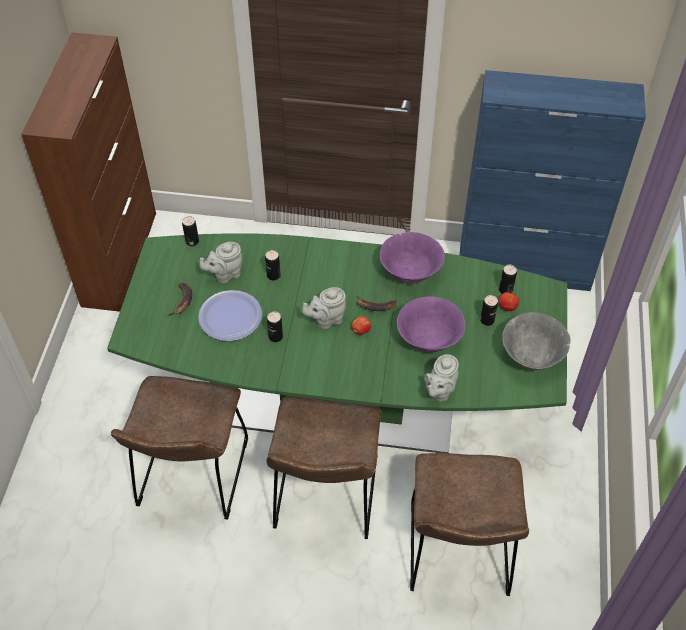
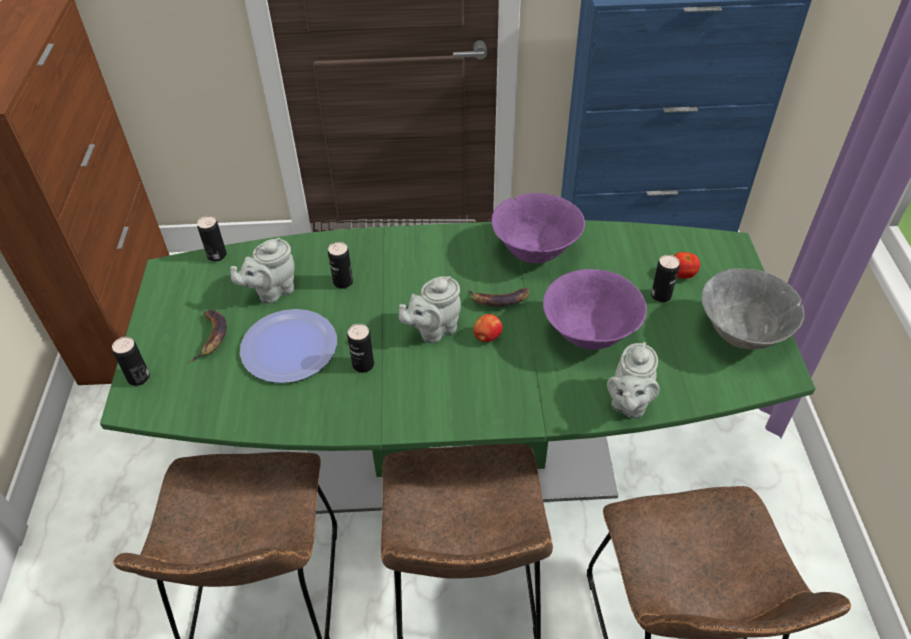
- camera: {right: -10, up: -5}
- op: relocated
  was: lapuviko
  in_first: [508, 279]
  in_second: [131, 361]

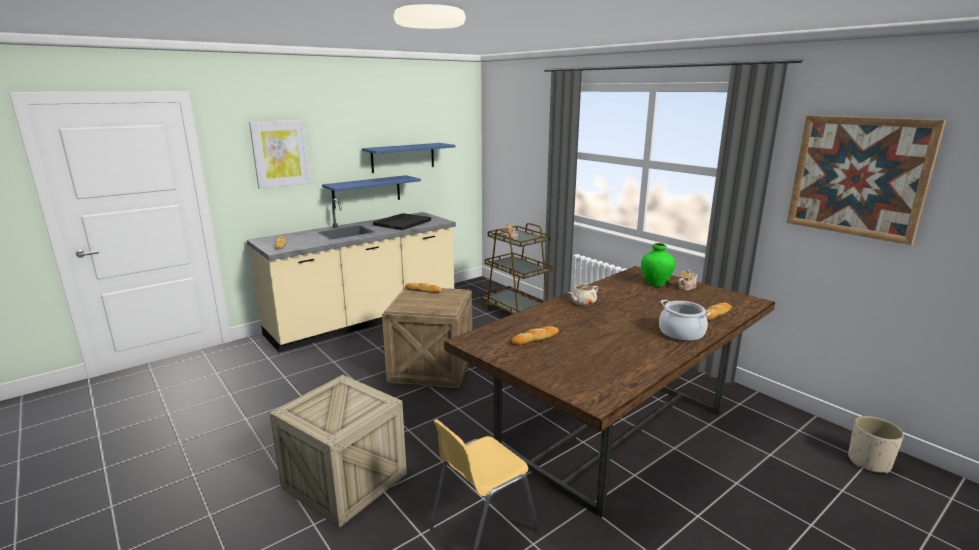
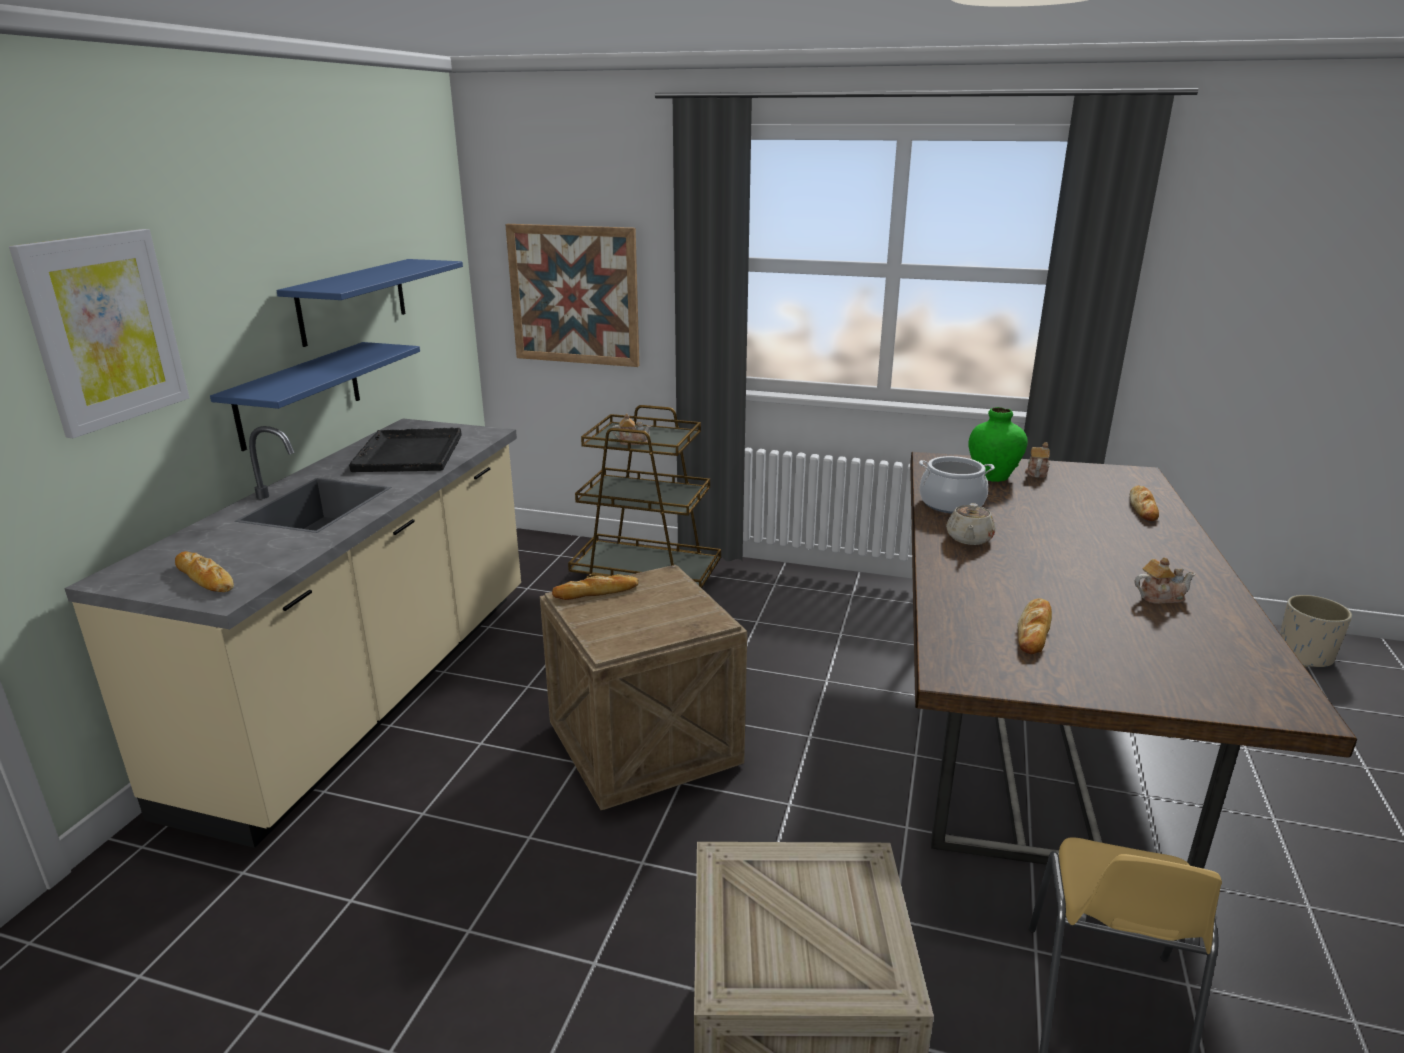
- camera: {right: -35, up: 5}
- op: appeared
  now: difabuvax
  in_second: [1165, 580]
- op: relocated
  was: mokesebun
  in_first: [685, 321]
  in_second: [957, 485]
- op: relocated
  was: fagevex
  in_first: [866, 180]
  in_second: [572, 295]

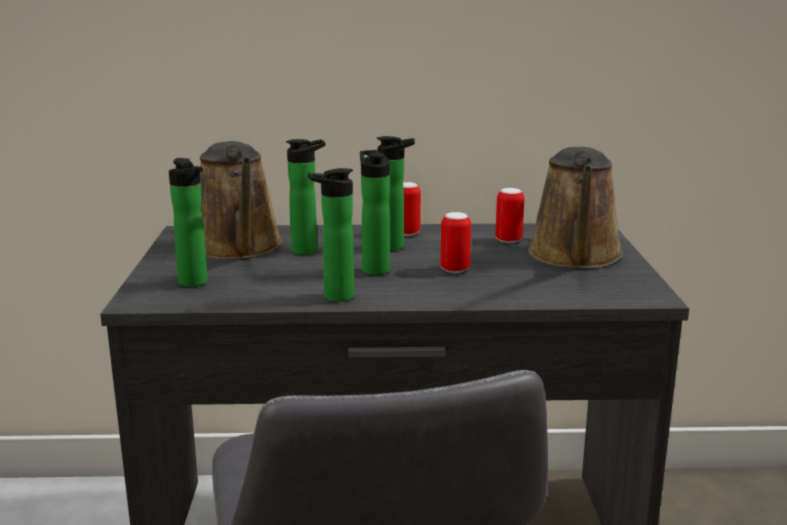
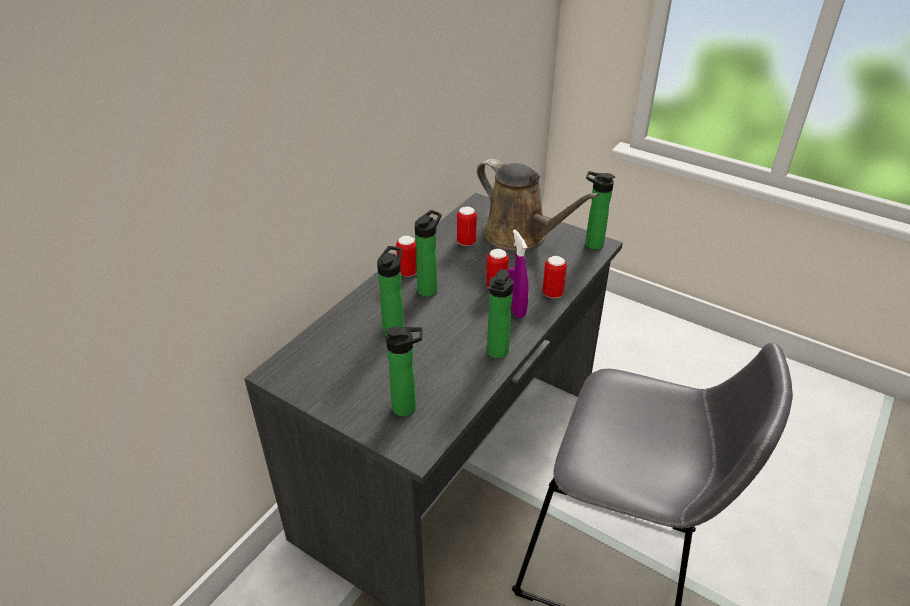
- camera: {right: -55, up: 20}
- op: missing
  was: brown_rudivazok
  in_first: [241, 200]
- op: appeared
  now: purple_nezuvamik
  in_second: [518, 273]
- op: appeared
  now: lapuviko
  in_second: [555, 277]
- op: relocated
  was: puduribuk
  in_first: [375, 212]
  in_second: [600, 210]

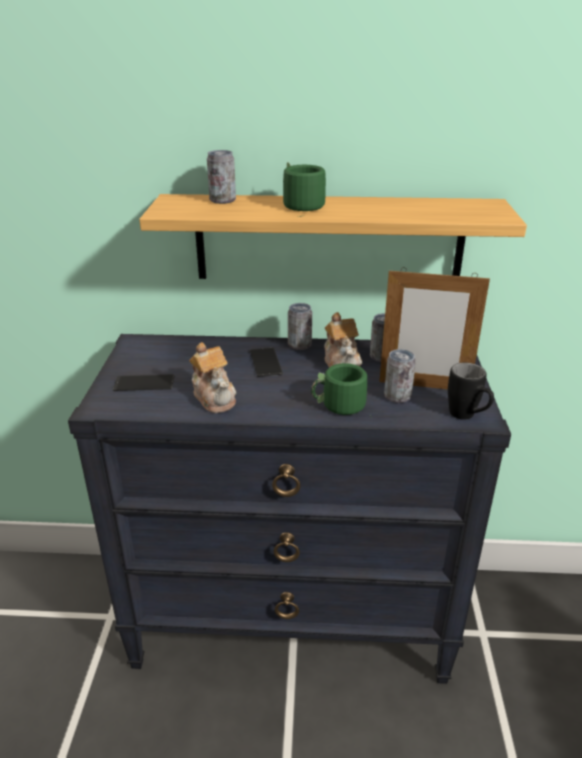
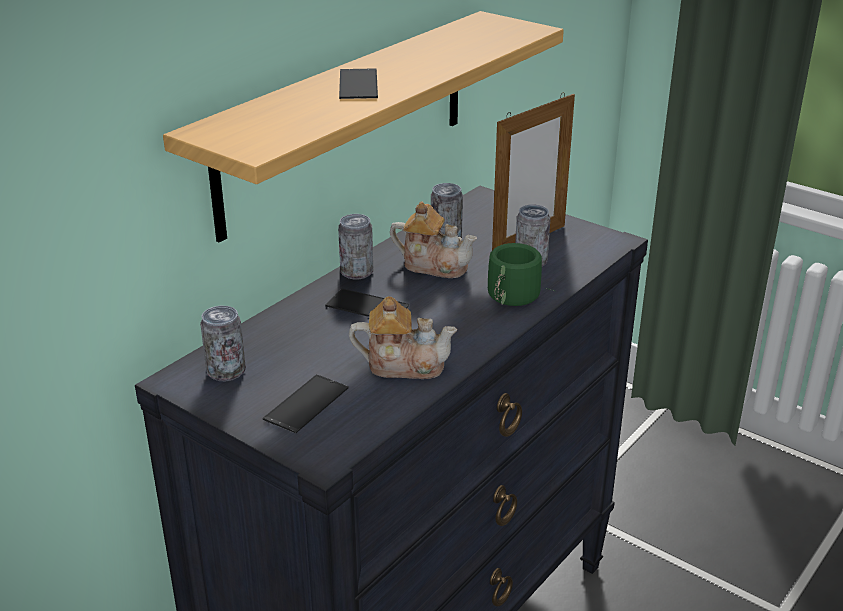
- camera: {right: -55, up: 0}
- op: missing
  was: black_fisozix
  in_first: [471, 391]
- op: relocated
  was: lapuviko
  in_first: [221, 177]
  in_second: [223, 343]
- op: exchanged
  was: green_fisozix
  now: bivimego
  in_first: [304, 189]
  in_second: [358, 83]

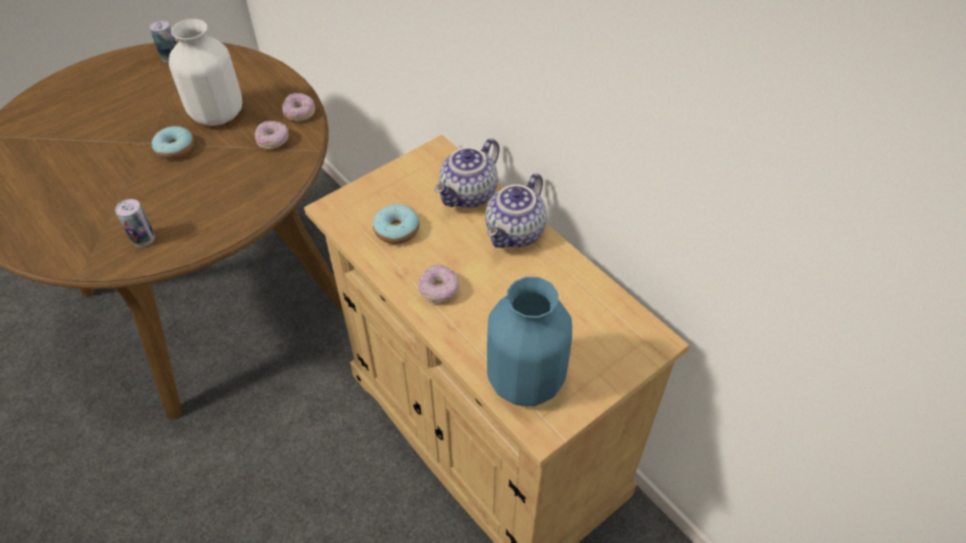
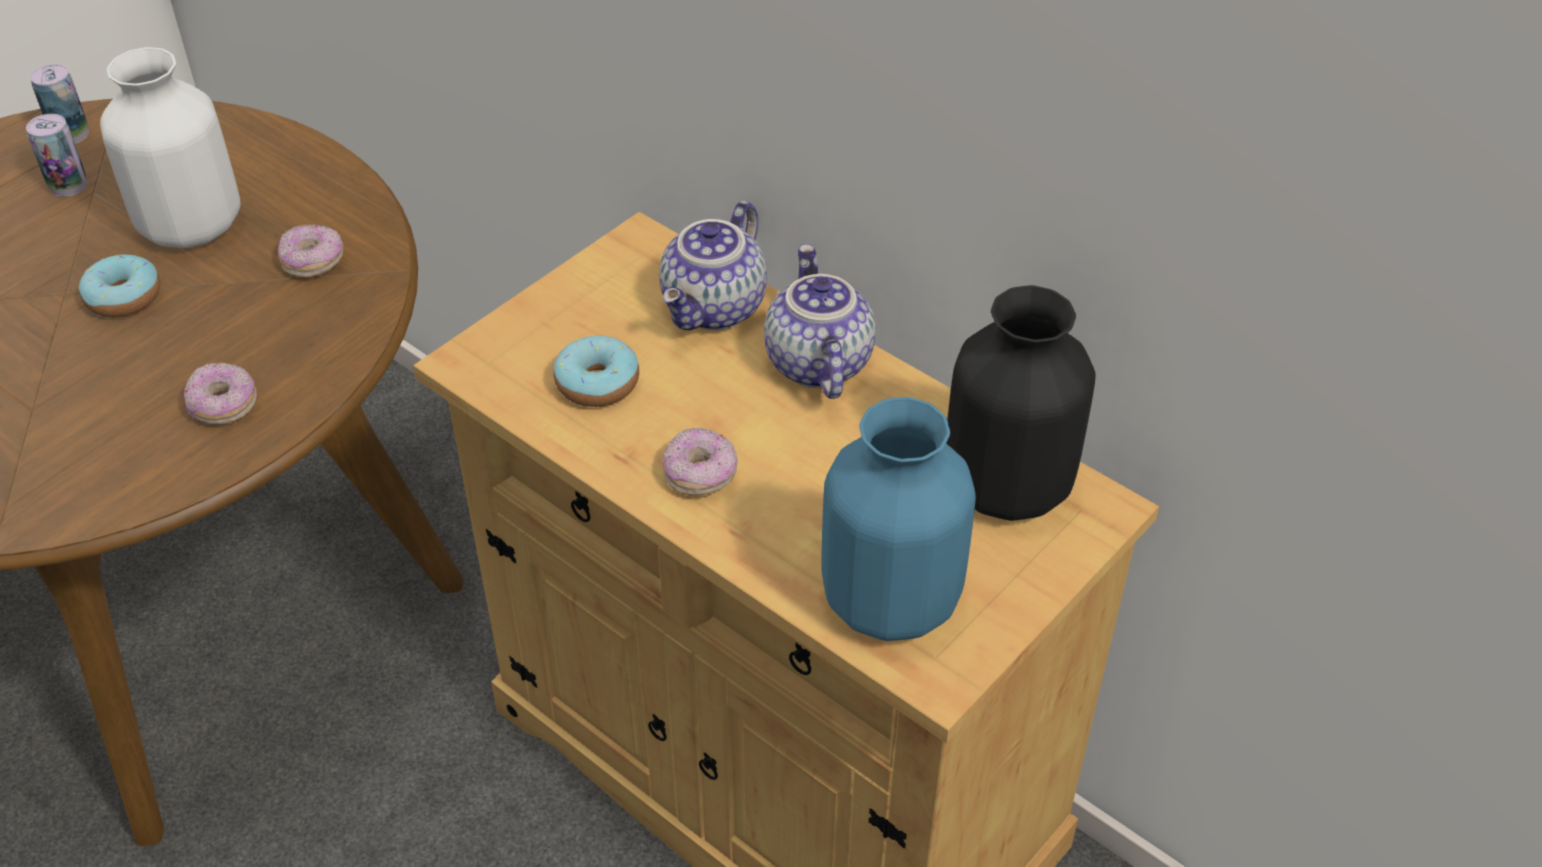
- camera: {right: -10, up: -5}
- op: appeared
  now: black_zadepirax
  in_second: [1020, 403]
- op: relocated
  was: lapuviko
  in_first: [135, 223]
  in_second: [56, 155]
- op: relocated
  was: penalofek
  in_first: [298, 107]
  in_second: [220, 393]
- op: spun
  was: difabuvax
  in_first: [516, 210]
  in_second: [820, 321]
  clockwise: 150

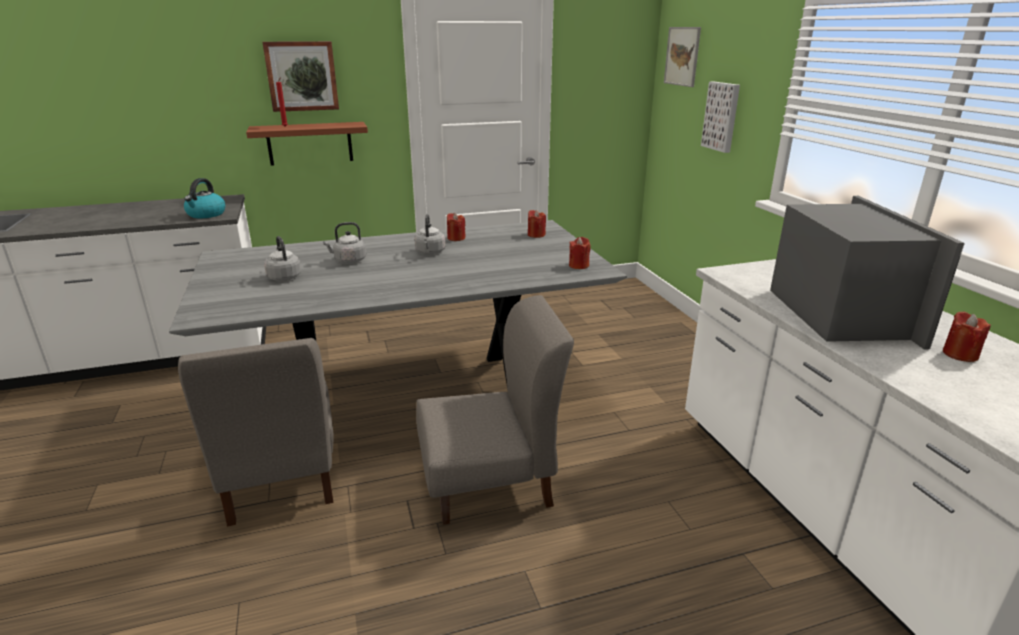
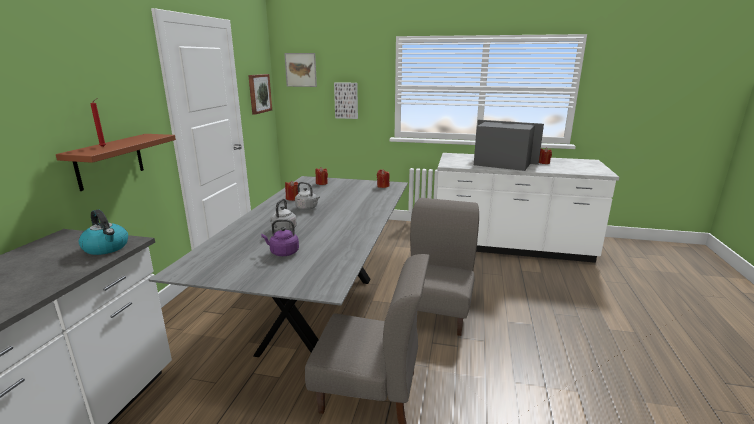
- camera: {right: -60, up: -5}
- op: relocated
  was: fagevex
  in_first: [300, 76]
  in_second: [260, 94]
- op: colour
  was: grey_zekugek
  now: purple_zekugek
  in_first: [282, 258]
  in_second: [280, 237]

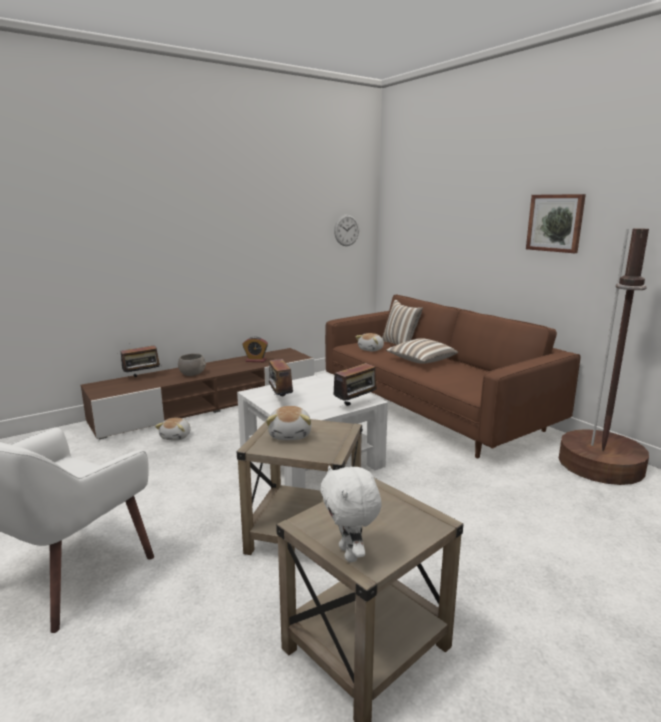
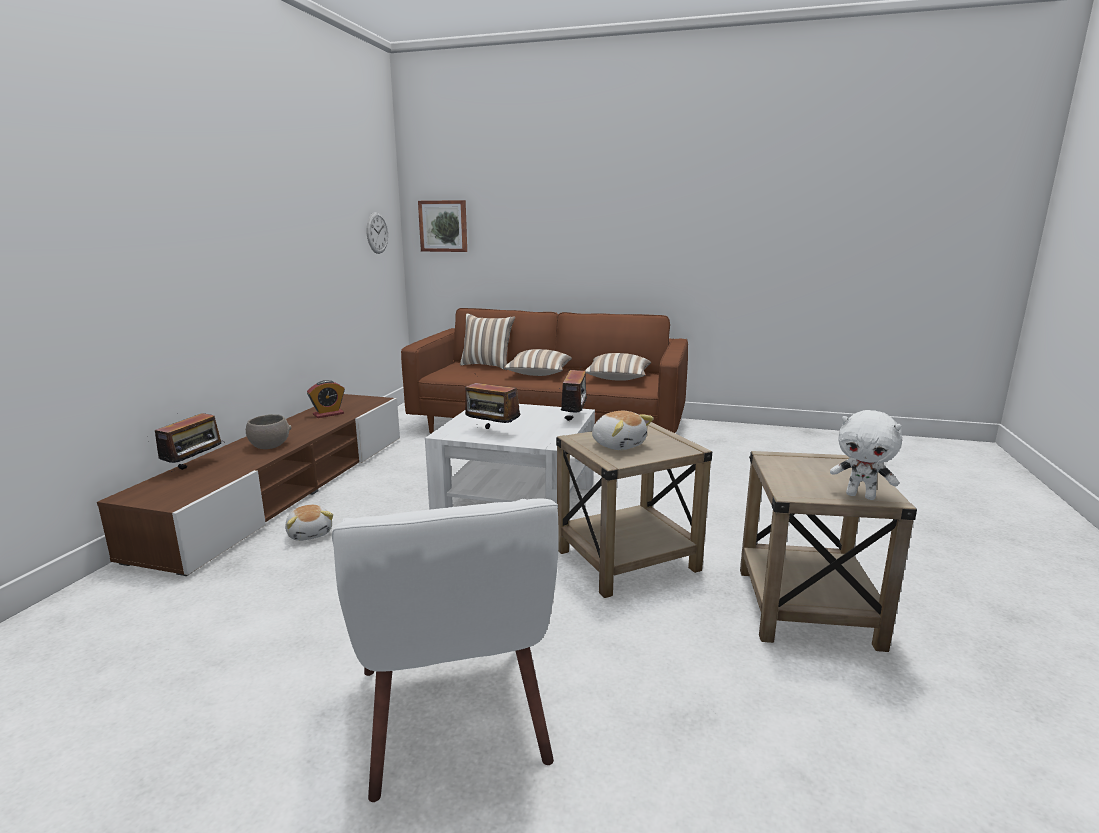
- camera: {right: -40, up: 0}
- op: missing
  was: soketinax
  in_first: [369, 342]
- op: missing
  was: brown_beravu
  in_first: [604, 356]
- op: appeared
  now: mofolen
  in_second: [618, 367]
- op: relocated
  was: fagevex
  in_first: [556, 223]
  in_second: [442, 226]

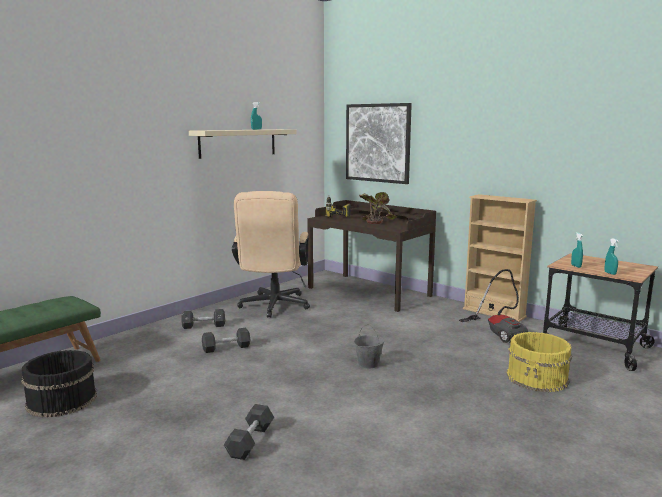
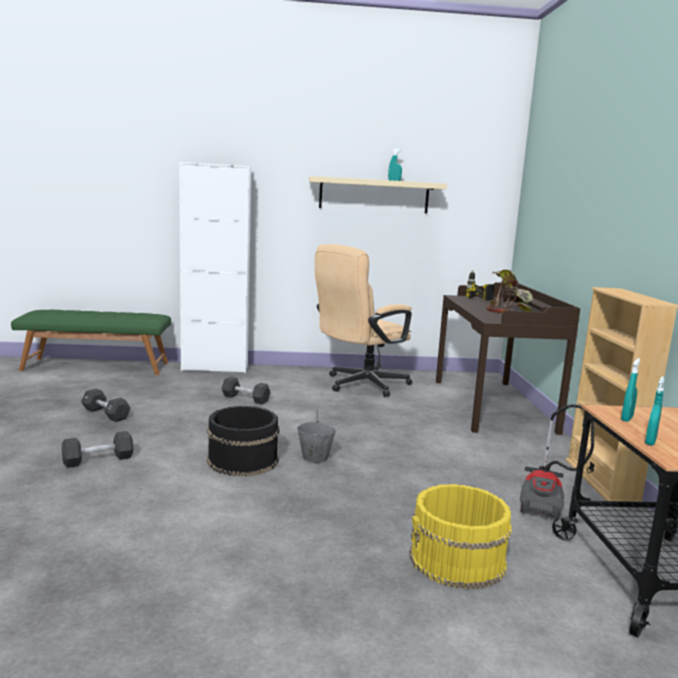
- camera: {right: 45, up: 0}
- op: missing
  was: fagevex
  in_first: [379, 143]
- op: appeared
  now: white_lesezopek
  in_second: [215, 267]
- op: relocated
  was: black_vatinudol
  in_first: [59, 384]
  in_second: [243, 441]
- op: relocated
  was: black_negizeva
  in_first: [203, 319]
  in_second: [105, 405]

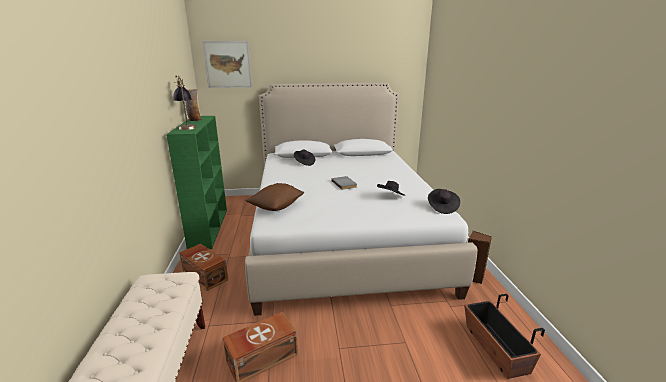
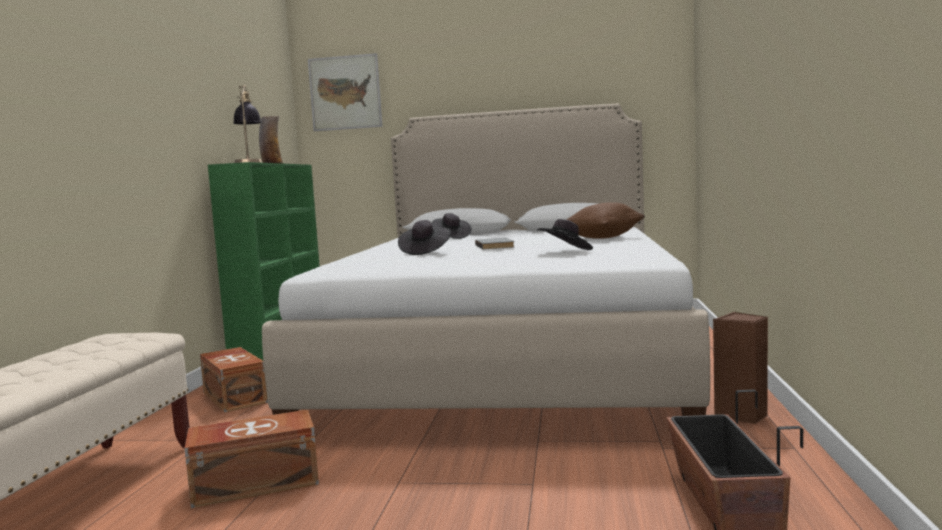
- camera: {right: 15, up: -15}
- op: relocated
  was: brown_mofolen
  in_first: [274, 197]
  in_second: [605, 221]
- op: relocated
  was: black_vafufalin
  in_first: [444, 201]
  in_second: [424, 237]

